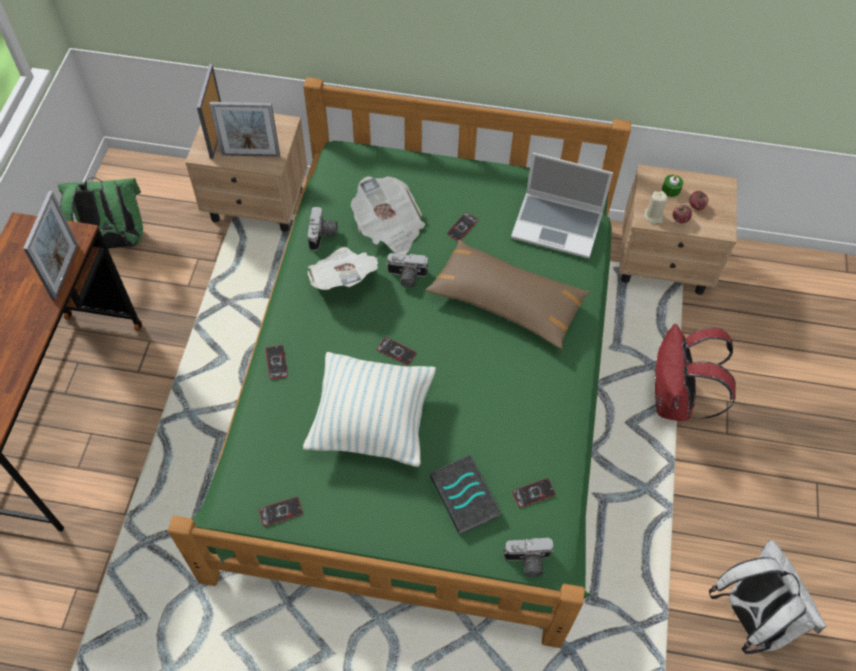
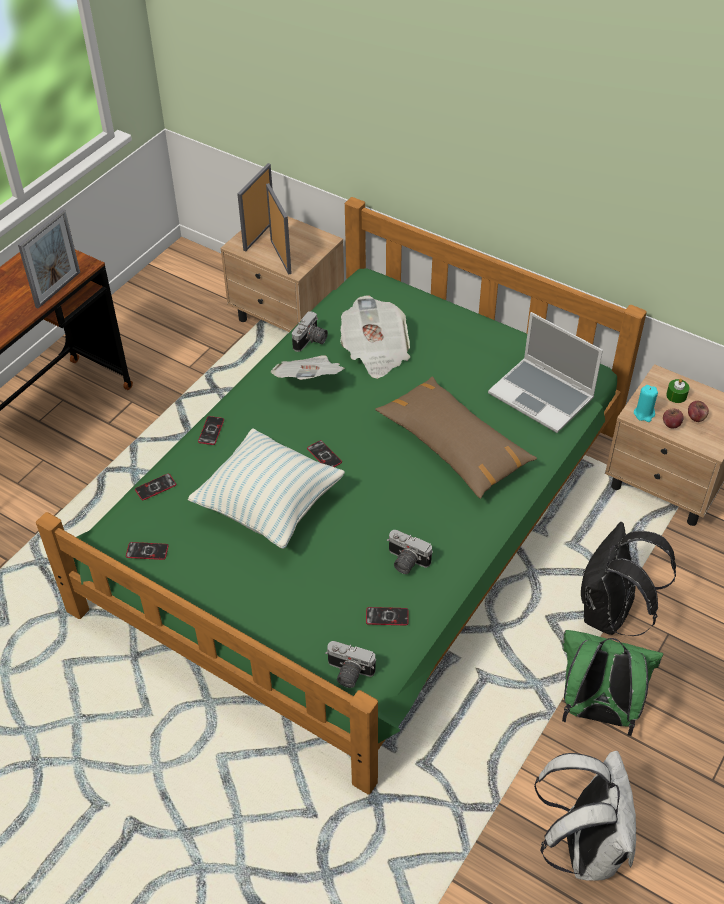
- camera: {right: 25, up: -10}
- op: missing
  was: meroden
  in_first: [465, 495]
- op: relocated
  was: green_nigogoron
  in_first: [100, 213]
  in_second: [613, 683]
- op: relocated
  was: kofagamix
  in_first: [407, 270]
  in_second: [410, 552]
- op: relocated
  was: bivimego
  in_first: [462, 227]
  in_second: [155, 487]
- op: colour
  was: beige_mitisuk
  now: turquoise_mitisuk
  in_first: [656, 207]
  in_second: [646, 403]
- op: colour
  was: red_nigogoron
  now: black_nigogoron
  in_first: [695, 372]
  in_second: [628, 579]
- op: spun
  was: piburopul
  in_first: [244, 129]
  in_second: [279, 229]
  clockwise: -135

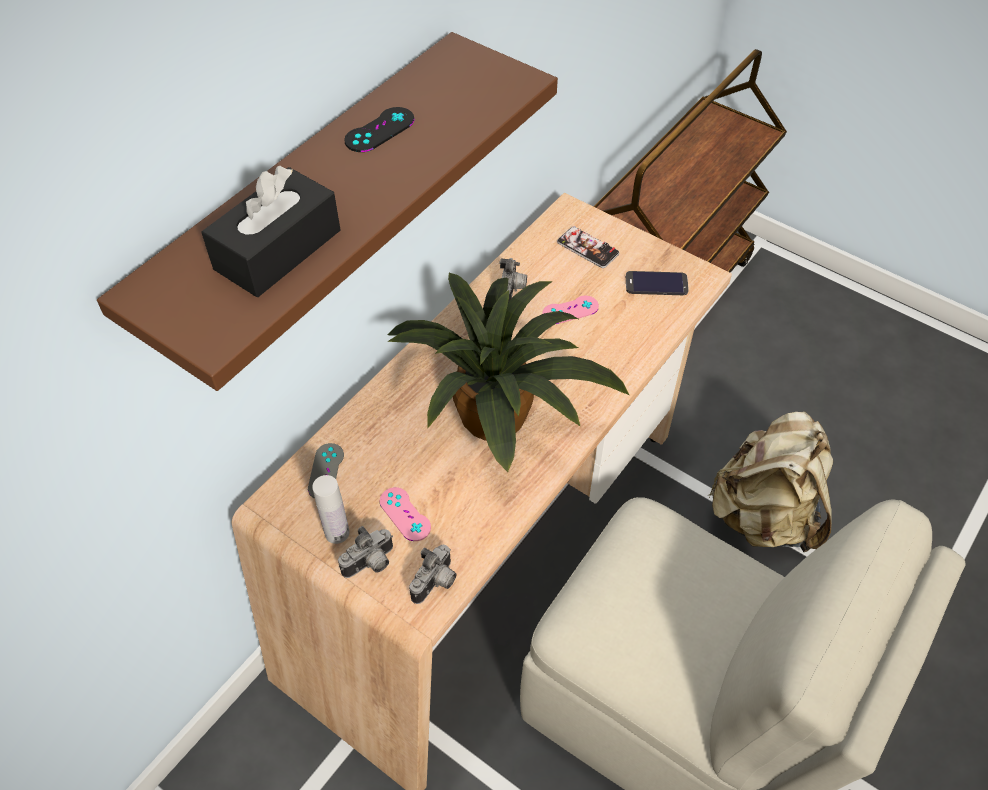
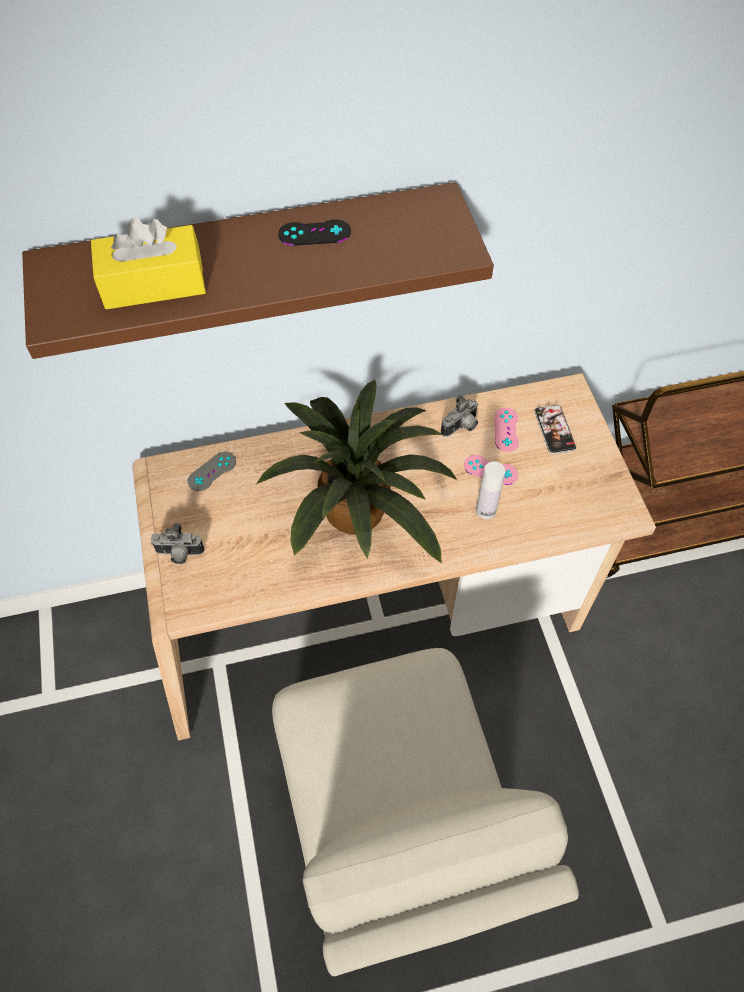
- camera: {right: 40, up: 5}
- op: missing
  was: kofagamix
  in_first: [433, 574]
- op: missing
  was: bivimego
  in_first: [657, 283]
- op: missing
  was: beige_nigogoron
  in_first: [770, 481]
- op: relocated
  was: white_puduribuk
  in_first: [331, 509]
  in_second: [490, 490]
- op: relocated
  was: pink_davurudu
  in_first: [405, 514]
  in_second: [507, 430]
- op: colour
  was: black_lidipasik
  now: yellow_lidipasik
  in_first: [270, 231]
  in_second: [148, 263]

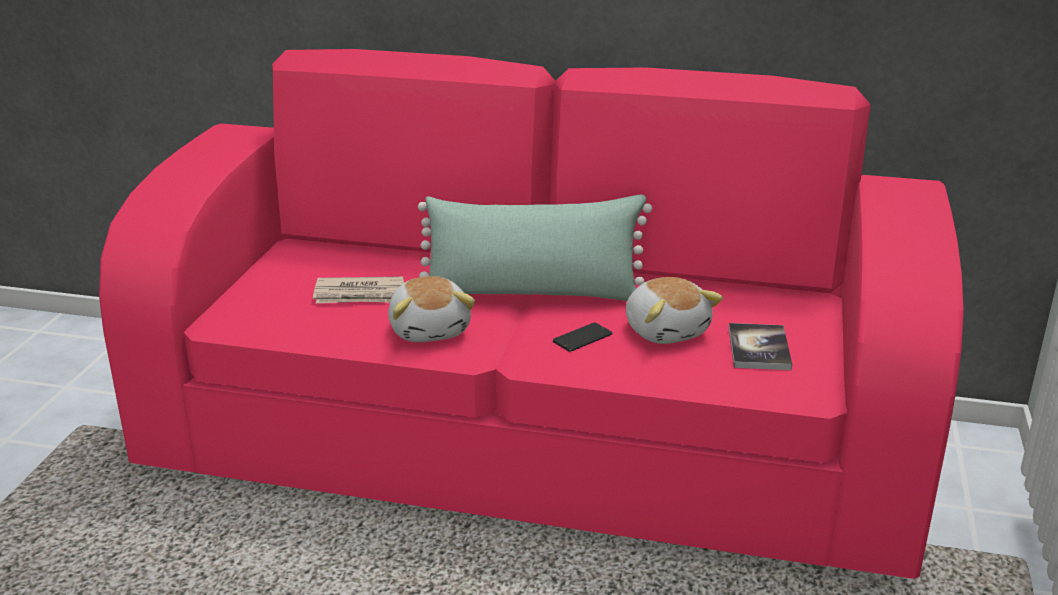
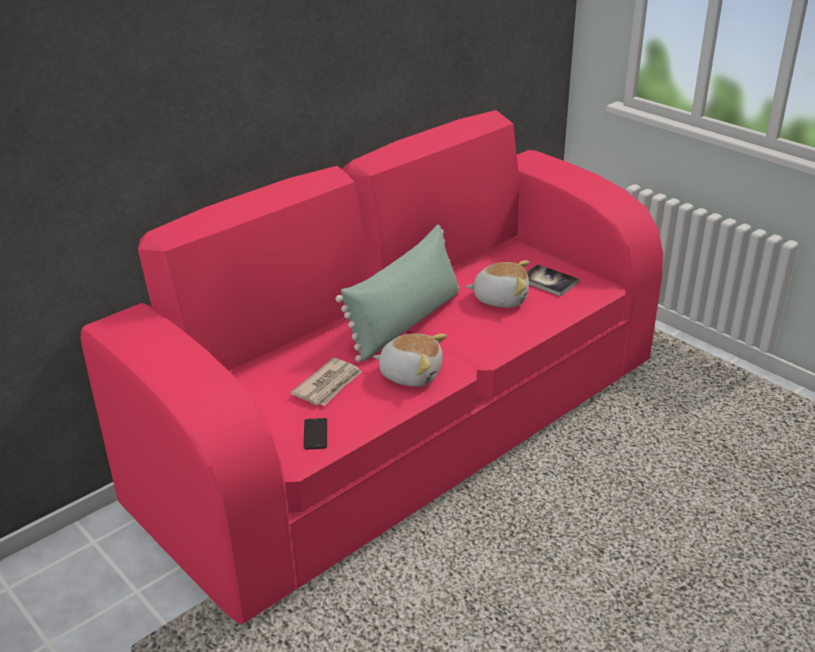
- camera: {right: -55, up: 5}
- op: relocated
  was: bivimego
  in_first: [583, 337]
  in_second: [315, 434]

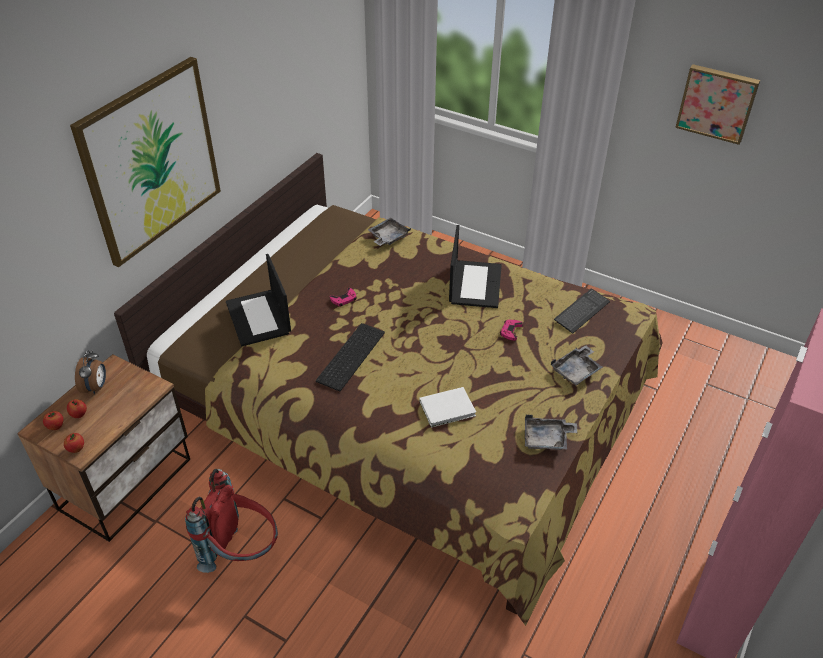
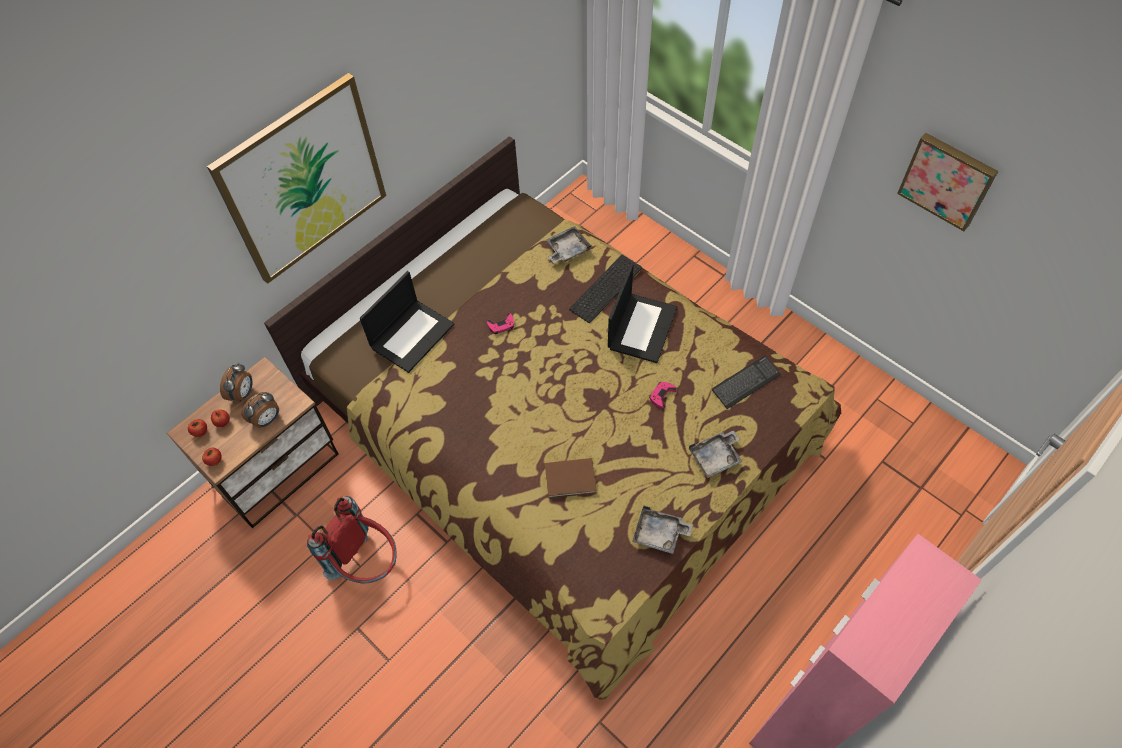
- camera: {right: 15, up: 15}
- op: appeared
  now: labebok
  in_second: [260, 410]
- op: relocated
  was: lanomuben
  in_first: [350, 357]
  in_second: [605, 289]
- op: colour
  was: white_meroden
  now: brown_meroden
  in_first: [447, 407]
  in_second: [571, 478]
- op: spun
  was: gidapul
  in_first: [258, 300]
  in_second: [407, 322]
  clockwise: -135

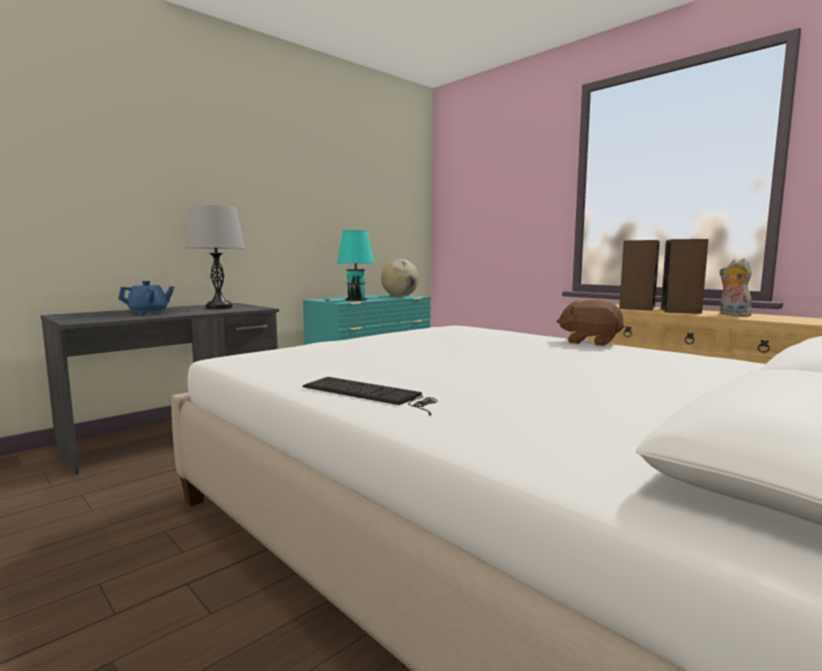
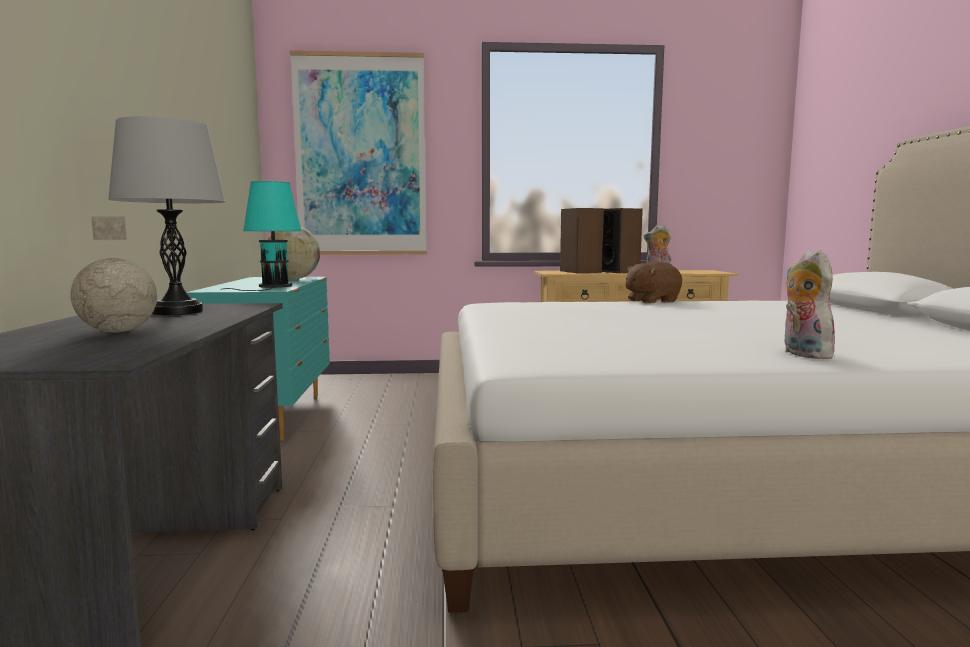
- camera: {right: -50, up: 0}
- op: appeared
  now: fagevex
  in_second: [358, 152]
- op: exchanged
  was: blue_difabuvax
  now: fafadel
  in_first: [146, 298]
  in_second: [114, 274]
- op: exchanged
  was: lanomuben
  now: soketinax
  in_first: [370, 396]
  in_second: [810, 304]

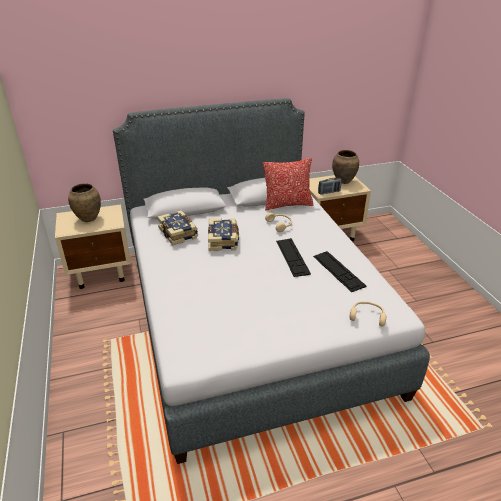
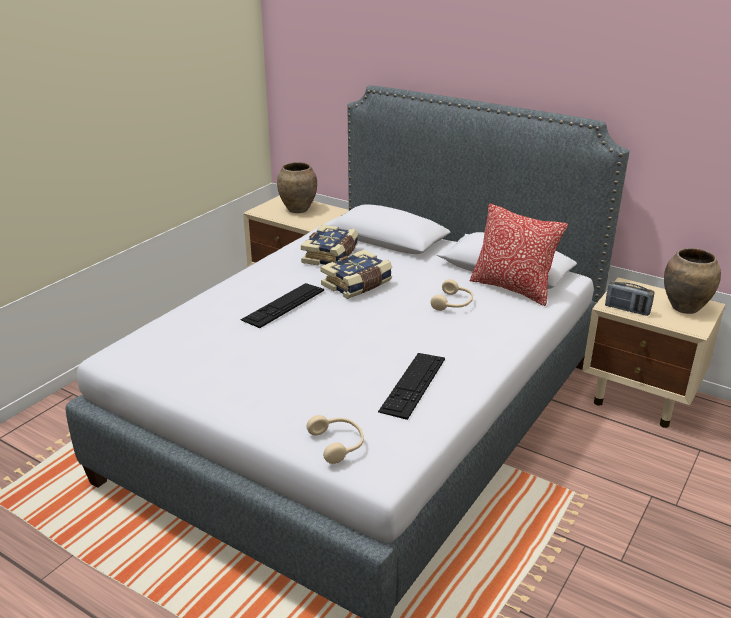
- camera: {right: 50, up: -5}
- op: relocated
  was: lanomuben
  in_first: [293, 257]
  in_second: [282, 305]

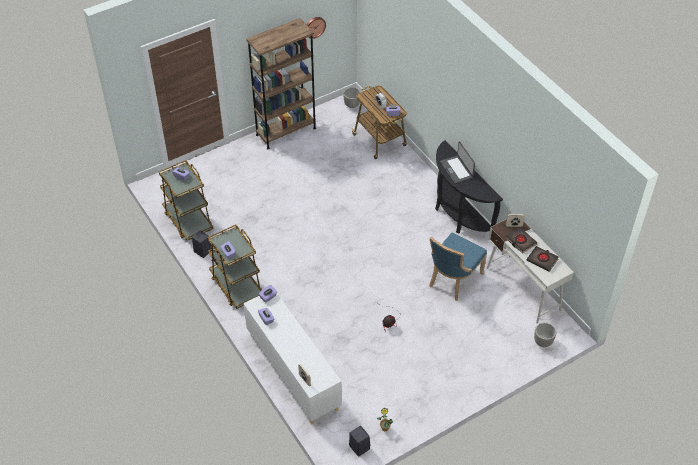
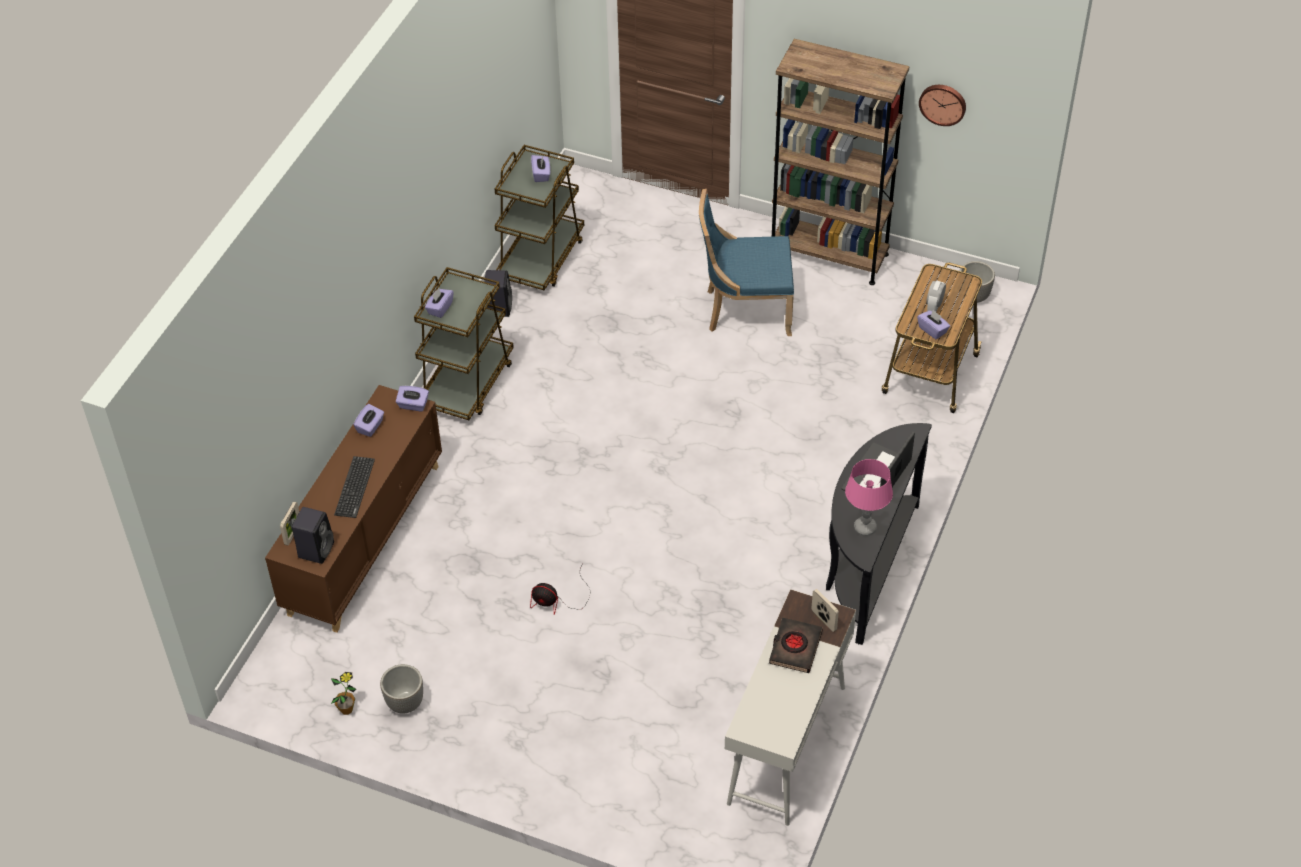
- camera: {right: 55, up: 0}
- op: missing
  was: black_meroden
  in_first: [543, 259]
- op: appeared
  now: lanomuben
  in_second: [354, 487]
- op: appeared
  now: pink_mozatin
  in_second: [869, 497]
- op: relocated
  was: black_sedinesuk
  in_first: [360, 441]
  in_second: [313, 535]
- op: relocated
  was: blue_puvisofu
  in_first: [458, 267]
  in_second: [746, 262]
- op: relocated
  was: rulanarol
  in_first: [545, 334]
  in_second: [401, 688]
- op: colour
  was: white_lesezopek
  now: brown_lesezopek
  in_first: [292, 359]
  in_second: [353, 509]

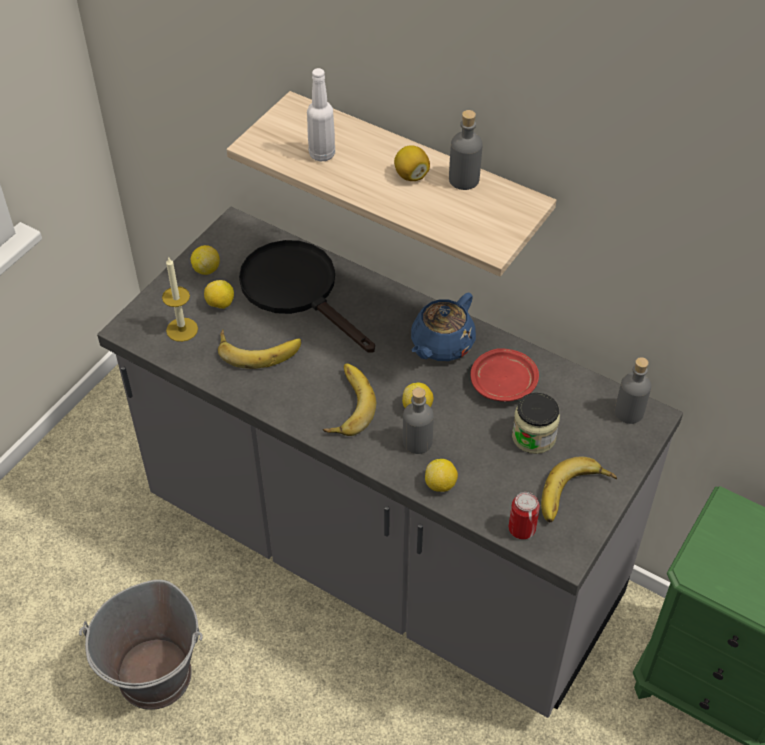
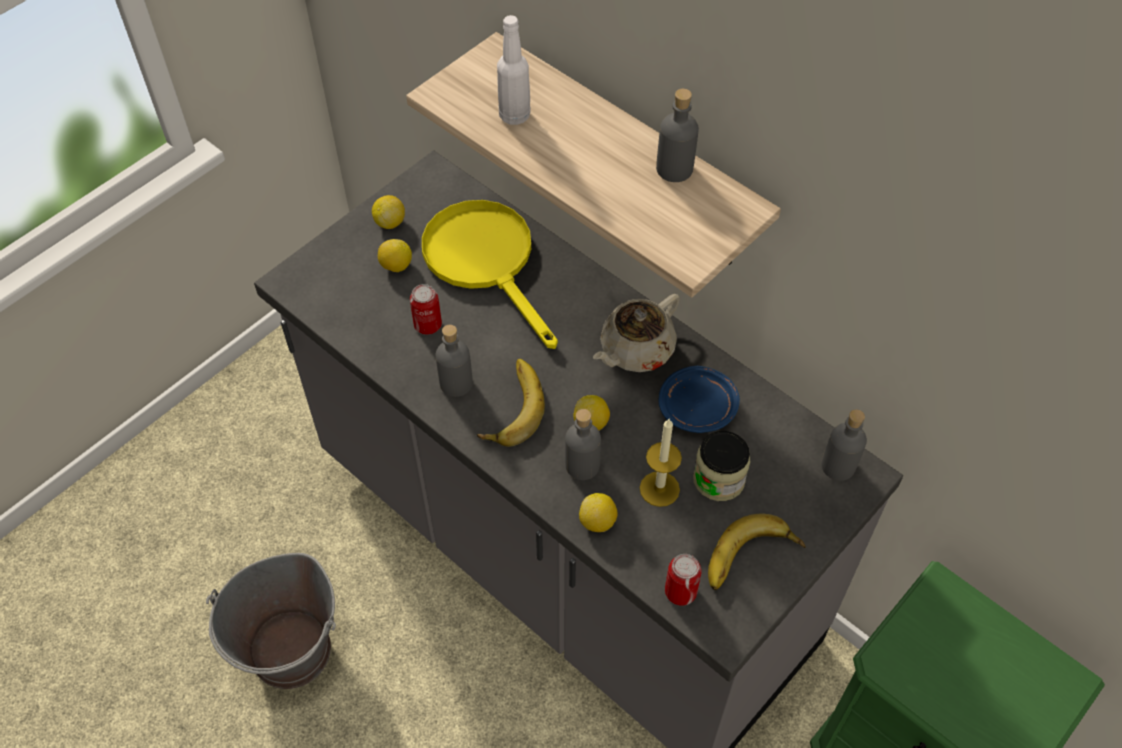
- camera: {right: 10, up: 5}
- op: missing
  was: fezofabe
  in_first: [412, 163]
- op: appeared
  now: grey_puduribuk
  in_second: [454, 360]
- op: relocated
  was: mitisuk
  in_first: [180, 299]
  in_second: [661, 463]
- op: exchanged
  was: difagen
  now: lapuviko
  in_first: [259, 349]
  in_second: [426, 309]
- op: colour
  was: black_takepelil
  now: yellow_takepelil
  in_first: [307, 296]
  in_second: [490, 274]
- op: colour
  was: blue_difabuvax
  now: beige_difabuvax
  in_first: [443, 326]
  in_second: [636, 333]
- op: colour
  was: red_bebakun
  now: blue_bebakun
  in_first: [504, 375]
  in_second: [699, 399]

